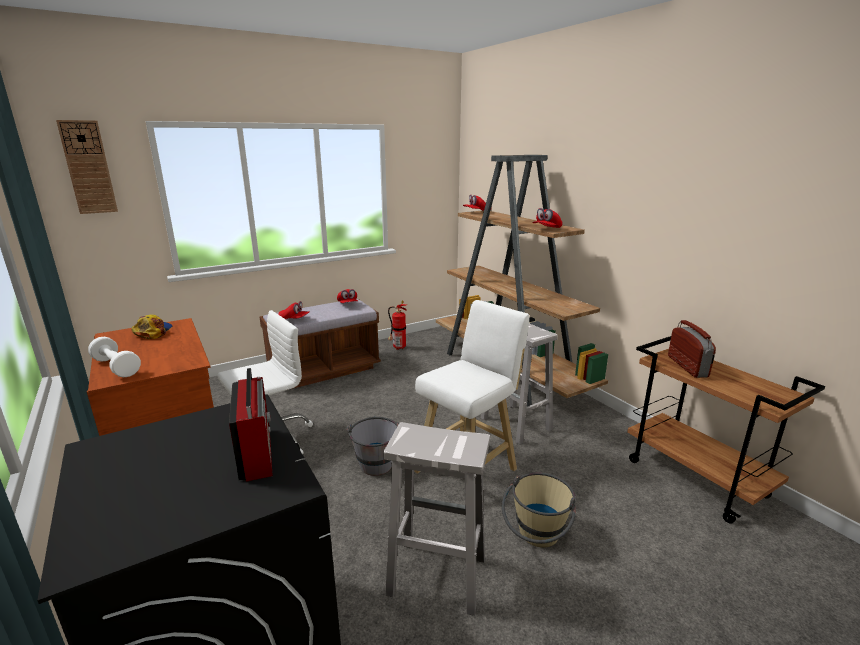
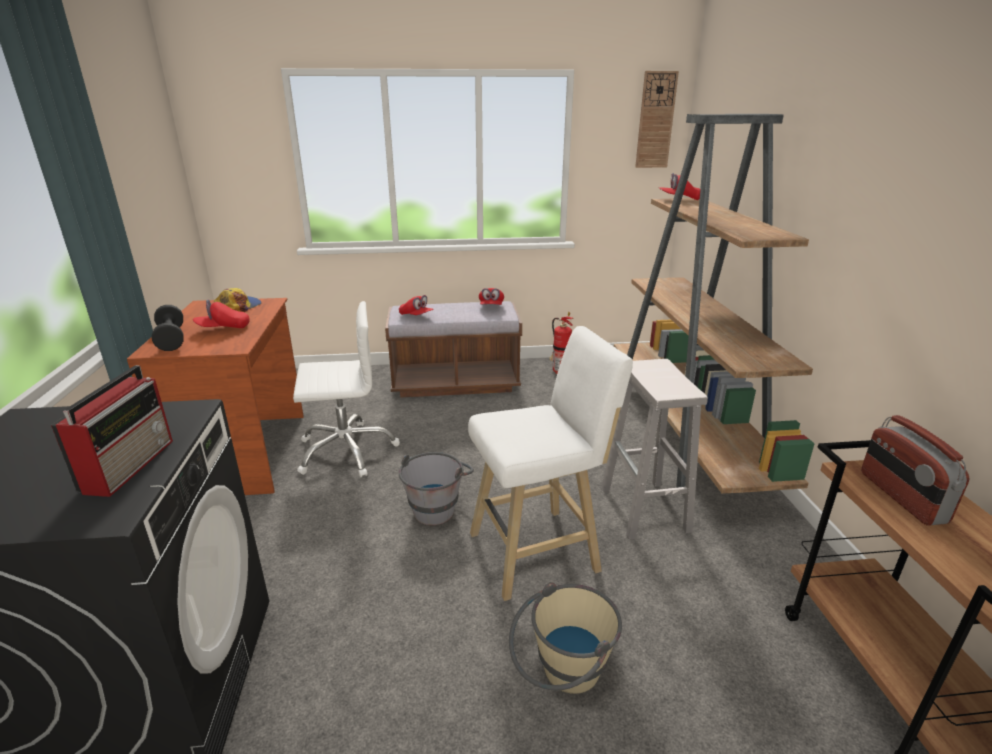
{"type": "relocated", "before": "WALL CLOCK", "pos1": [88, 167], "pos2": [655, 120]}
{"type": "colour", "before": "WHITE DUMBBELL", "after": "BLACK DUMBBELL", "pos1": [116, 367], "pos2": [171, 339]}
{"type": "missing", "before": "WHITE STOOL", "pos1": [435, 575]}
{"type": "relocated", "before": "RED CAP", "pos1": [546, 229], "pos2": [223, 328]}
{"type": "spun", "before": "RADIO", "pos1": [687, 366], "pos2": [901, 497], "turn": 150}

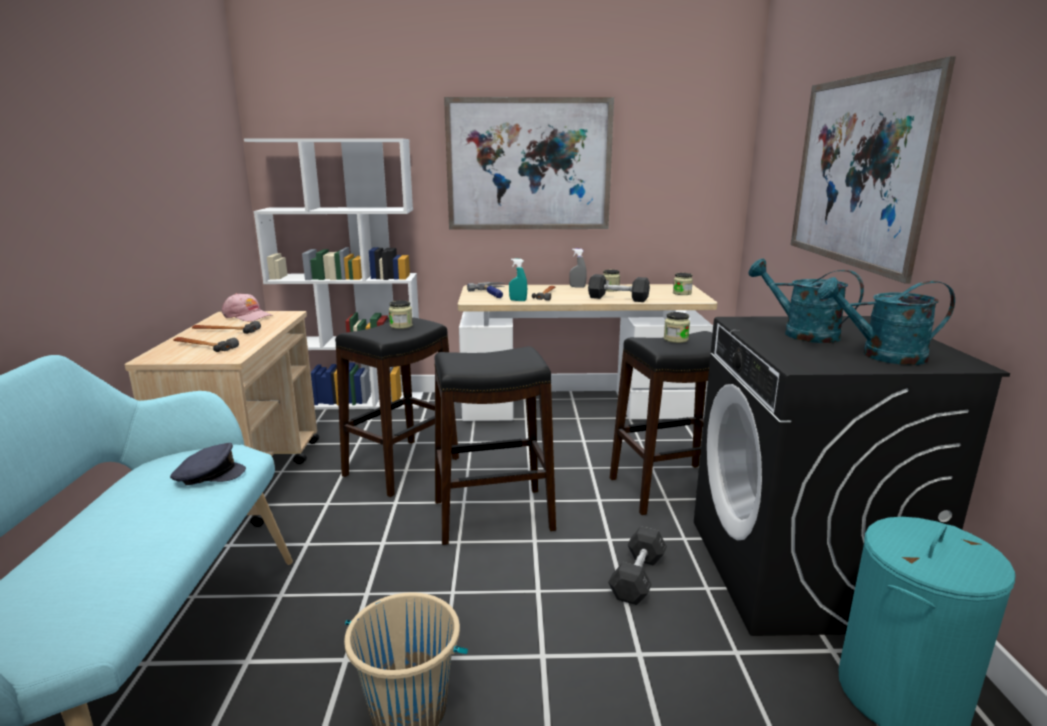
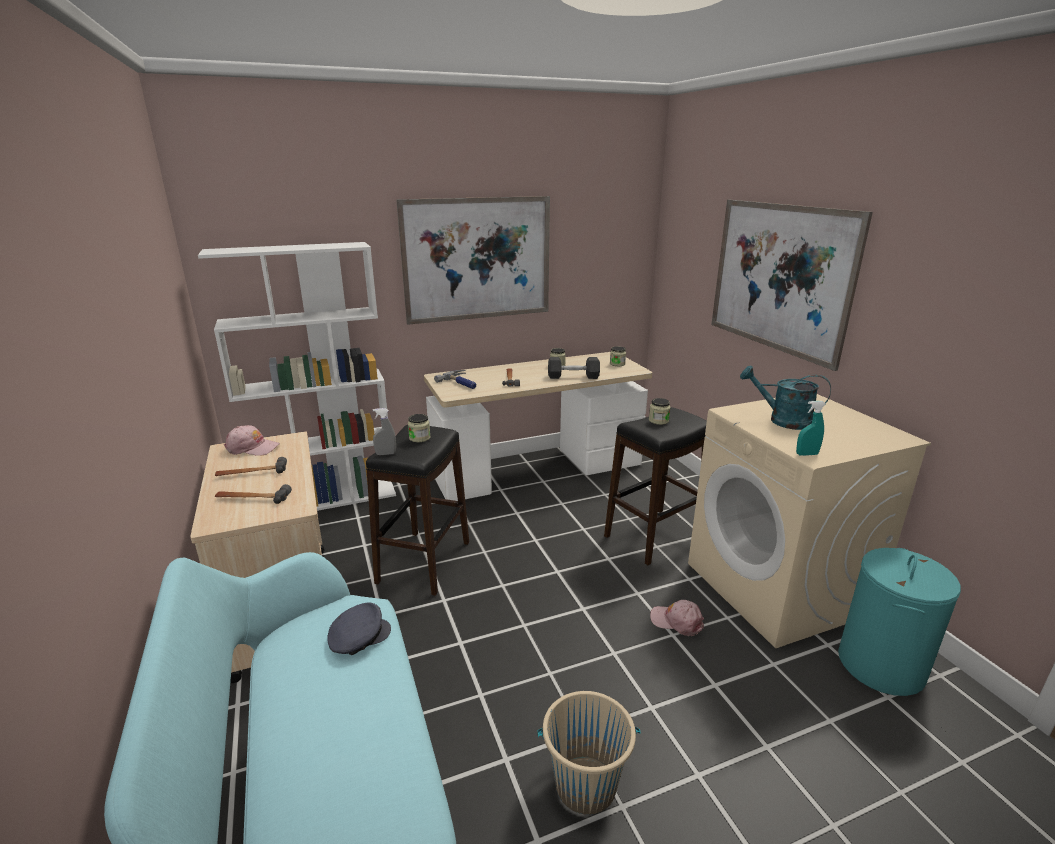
{"type": "missing", "before": "BLACK STOOL", "pos1": [493, 515]}
{"type": "relocated", "before": "TURQUOISE SPRAY BOTTLE", "pos1": [518, 300], "pos2": [806, 454]}
{"type": "relocated", "before": "GREY SPRAY BOTTLE", "pos1": [577, 287], "pos2": [386, 454]}
{"type": "exchanged", "before": "GREY DUMBBELL", "after": "PINK CAP", "pos1": [637, 577], "pos2": [677, 621]}
{"type": "colour", "before": "BLACK WASHING MACHINE", "after": "BEIGE WASHING MACHINE", "pos1": [800, 572], "pos2": [778, 588]}
{"type": "missing", "before": "TURQUOISE WATERING CAN", "pos1": [881, 355]}

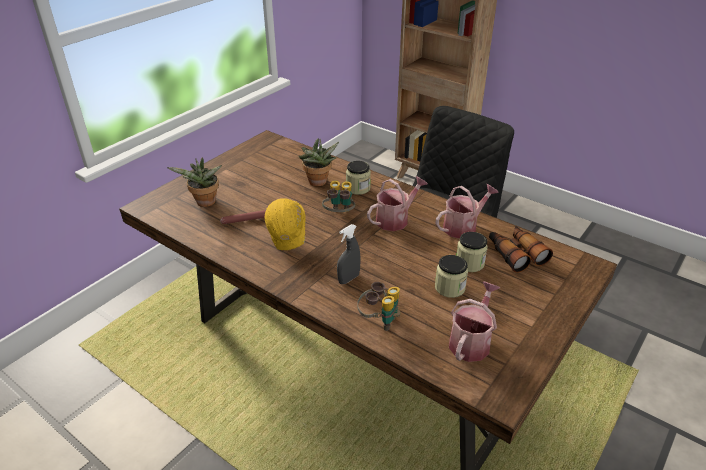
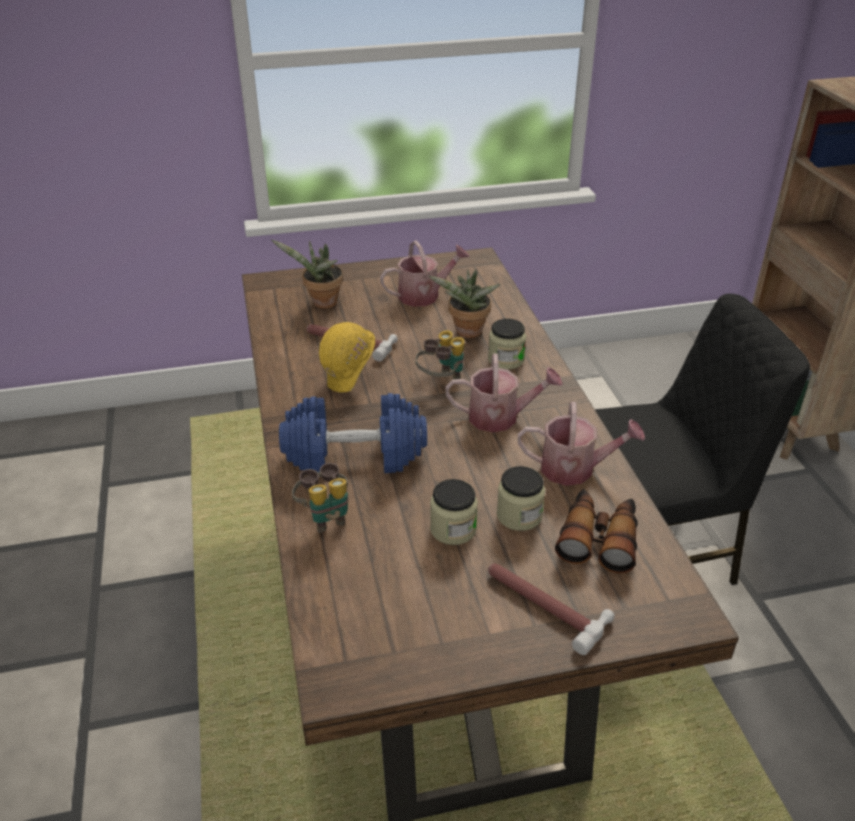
{"type": "exchanged", "before": "GREY SPRAY BOTTLE", "after": "BLUE DUMBBELL", "pos1": [348, 279], "pos2": [355, 455]}
{"type": "relocated", "before": "WATERING CAN", "pos1": [471, 341], "pos2": [424, 295]}
{"type": "appeared", "after": "HAMMER", "pos2": [543, 604]}

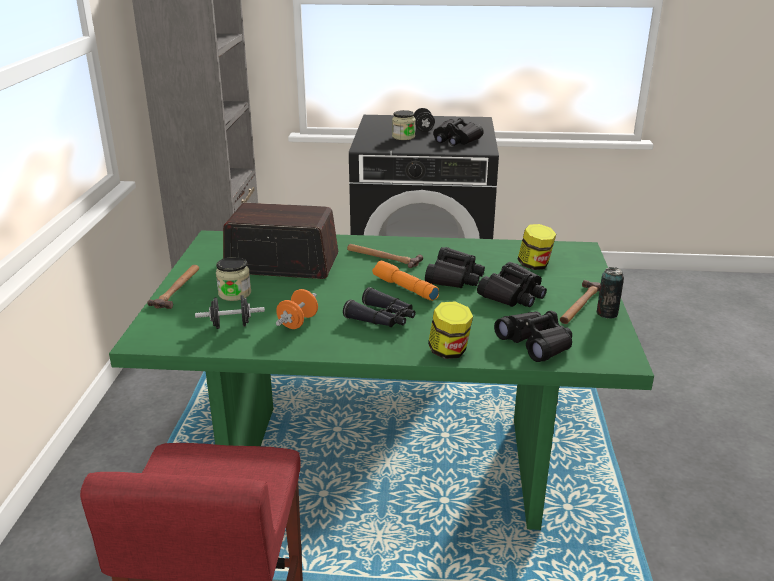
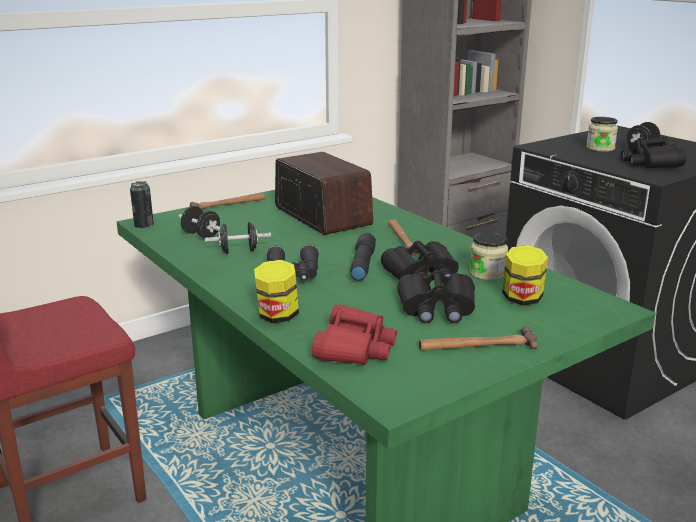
{"type": "relocated", "before": "JAR", "pos1": [235, 293], "pos2": [487, 273]}
{"type": "colour", "before": "ORANGE DUMBBELL", "after": "BLACK DUMBBELL", "pos1": [298, 322], "pos2": [239, 251]}
{"type": "colour", "before": "ORANGE FLASHLIGHT", "after": "BLACK FLASHLIGHT", "pos1": [404, 288], "pos2": [362, 264]}
{"type": "colour", "before": "BLACK BINOCULARS", "after": "RED BINOCULARS", "pos1": [536, 343], "pos2": [355, 348]}
{"type": "relocated", "before": "CAN", "pos1": [607, 313], "pos2": [144, 225]}

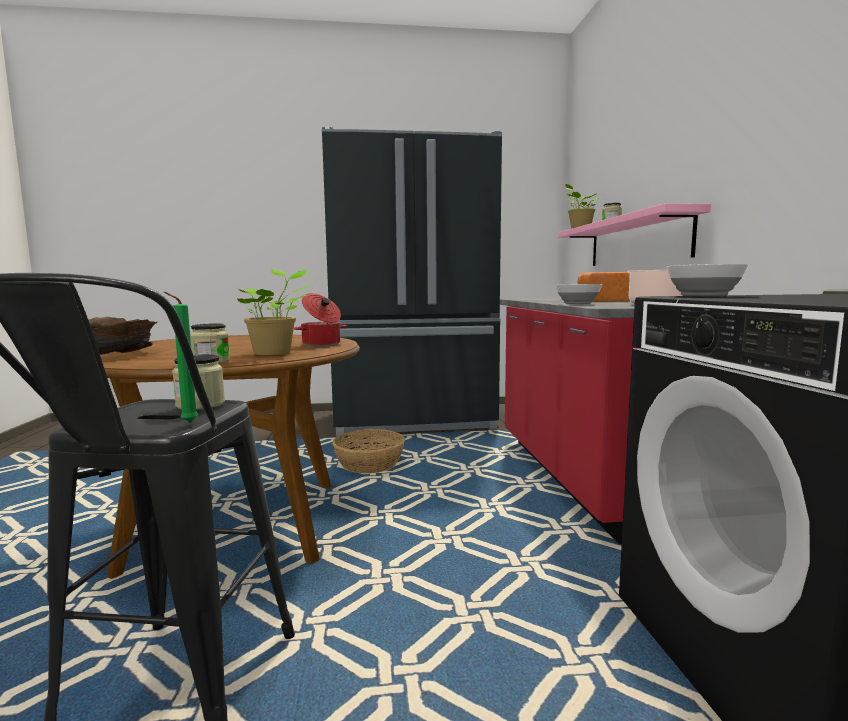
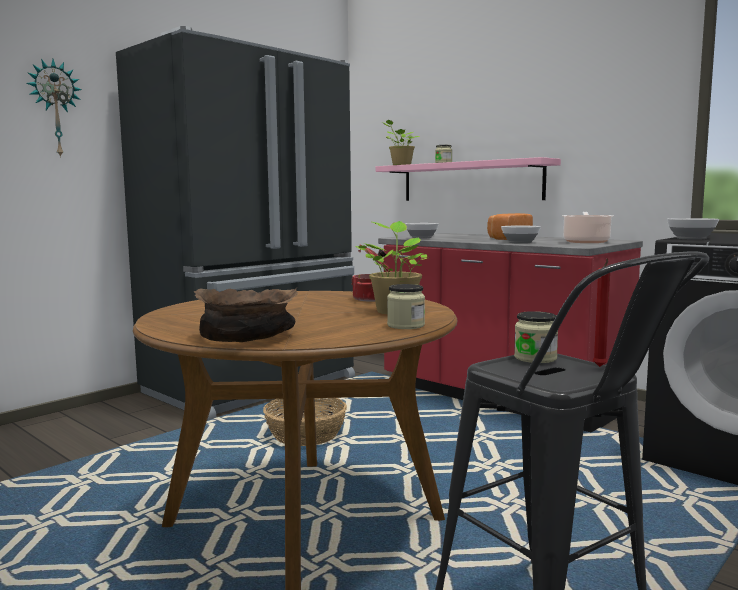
{"type": "colour", "before": "GREEN CANDLE", "after": "RED CANDLE", "pos1": [187, 423], "pos2": [599, 367]}
{"type": "appeared", "after": "WALL CLOCK", "pos2": [55, 109]}
{"type": "appeared", "after": "BOWL", "pos2": [421, 237]}

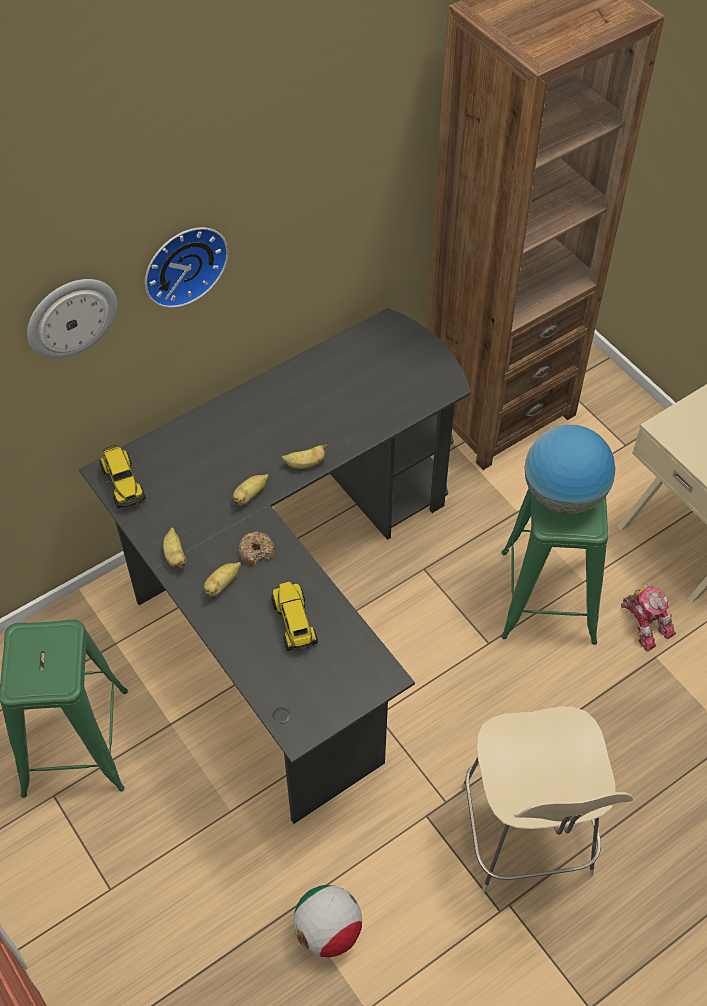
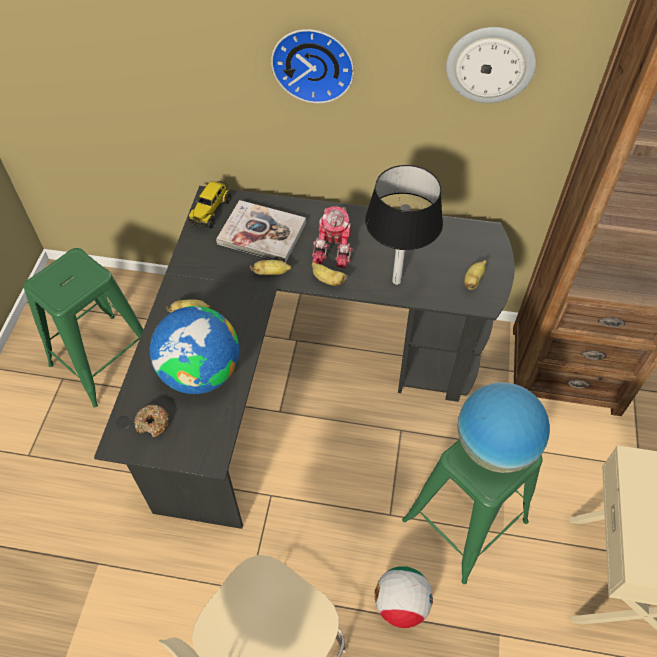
{"type": "relocated", "before": "WALL CLOCK", "pos1": [71, 317], "pos2": [490, 64]}
{"type": "relocated", "before": "BANANA", "pos1": [175, 555], "pos2": [473, 280]}
{"type": "relocated", "before": "DONUT", "pos1": [256, 551], "pos2": [153, 423]}
{"type": "exchanged", "before": "TOY TRUCK", "after": "GLOBE", "pos1": [294, 623], "pos2": [200, 373]}
{"type": "relocated", "before": "FOOTBALL", "pos1": [328, 931], "pos2": [401, 604]}
{"type": "relocated", "before": "TOY ROBOT", "pos1": [645, 622], "pos2": [336, 247]}
{"type": "appeared", "after": "BOOK", "pos2": [262, 233]}
{"type": "appeared", "after": "BLACK TABLE LAMP", "pos2": [396, 281]}

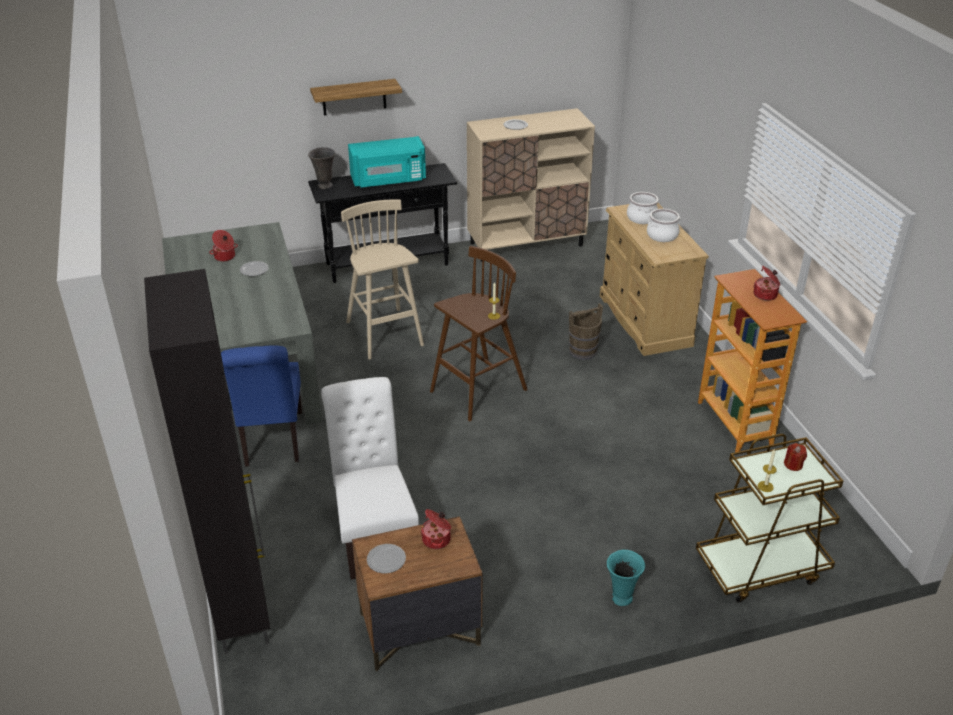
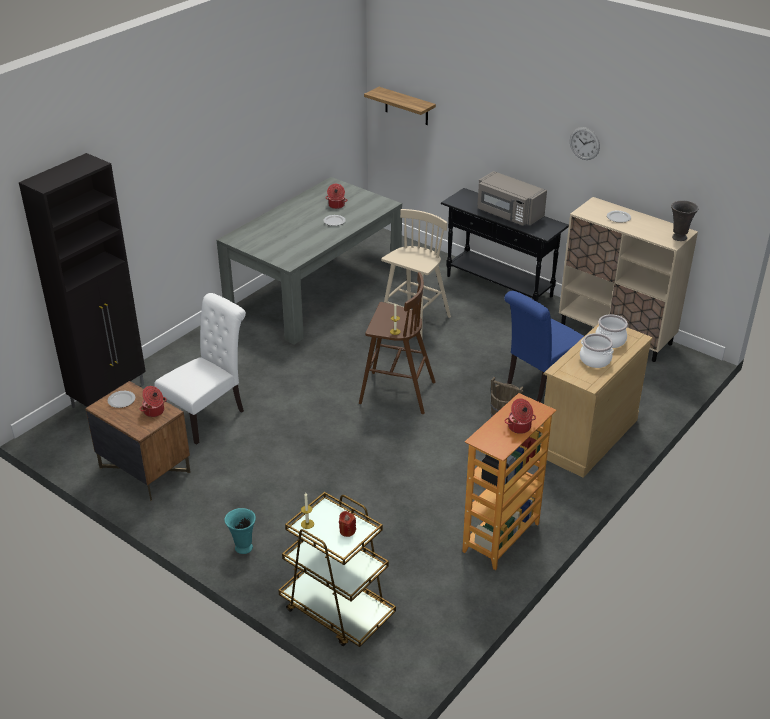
{"type": "relocated", "before": "BLUE CHAIR", "pos1": [272, 442], "pos2": [539, 384]}
{"type": "relocated", "before": "GREY VASE", "pos1": [324, 186], "pos2": [678, 238]}
{"type": "relocated", "before": "SHELF", "pos1": [354, 97], "pos2": [406, 106]}
{"type": "colour", "before": "TURQUOISE MICROWAVE", "after": "GREY MICROWAVE", "pos1": [388, 180], "pos2": [508, 214]}
{"type": "appeared", "after": "WALL CLOCK", "pos2": [584, 143]}

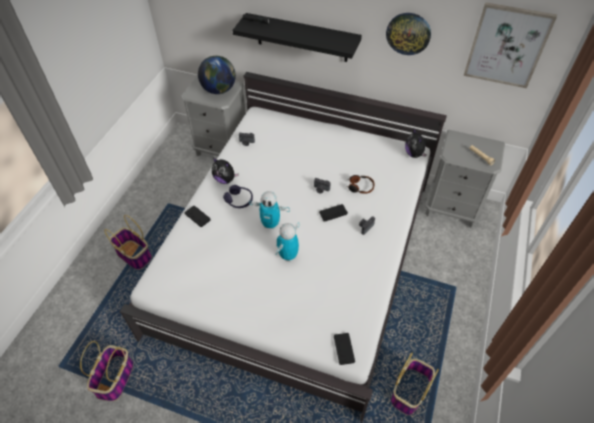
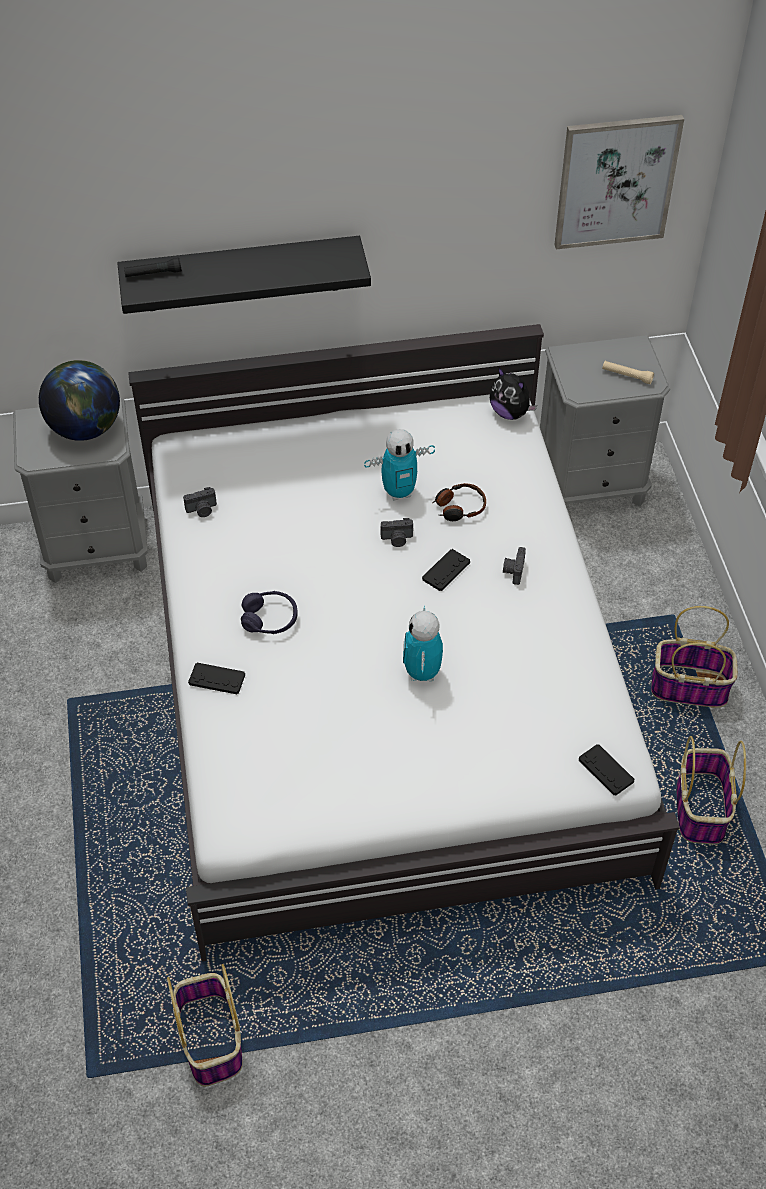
{"type": "relocated", "before": "BASKET", "pos1": [134, 255], "pos2": [690, 687]}
{"type": "missing", "before": "PLUSH TOY", "pos1": [225, 179]}
{"type": "relocated", "before": "TOY ROBOT", "pos1": [270, 224], "pos2": [399, 492]}
{"type": "missing", "before": "WALL CLOCK", "pos1": [408, 33]}

